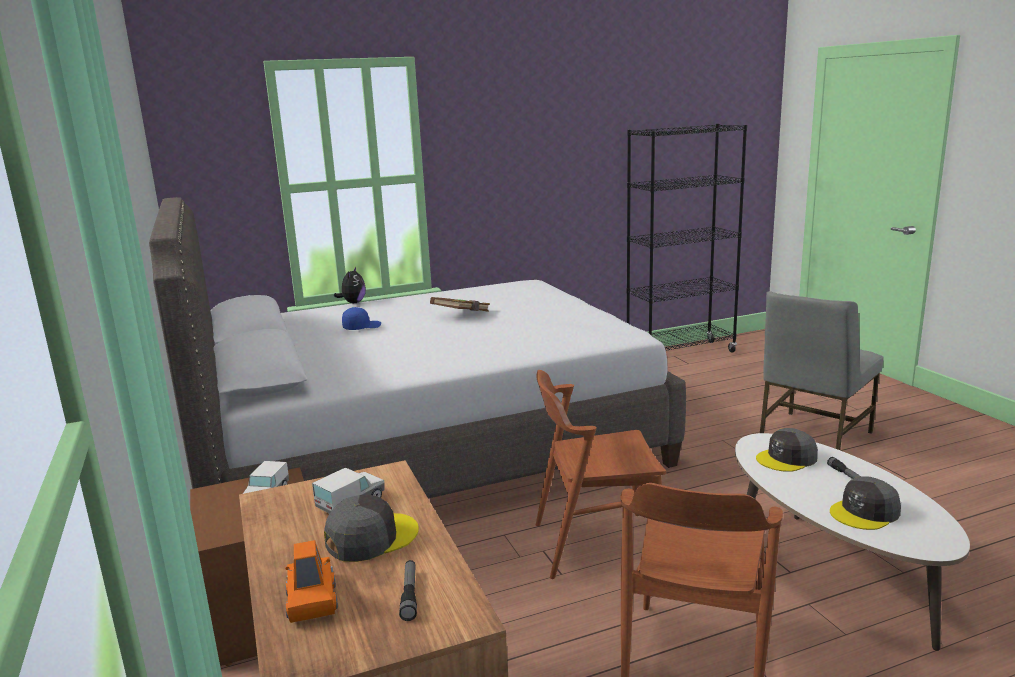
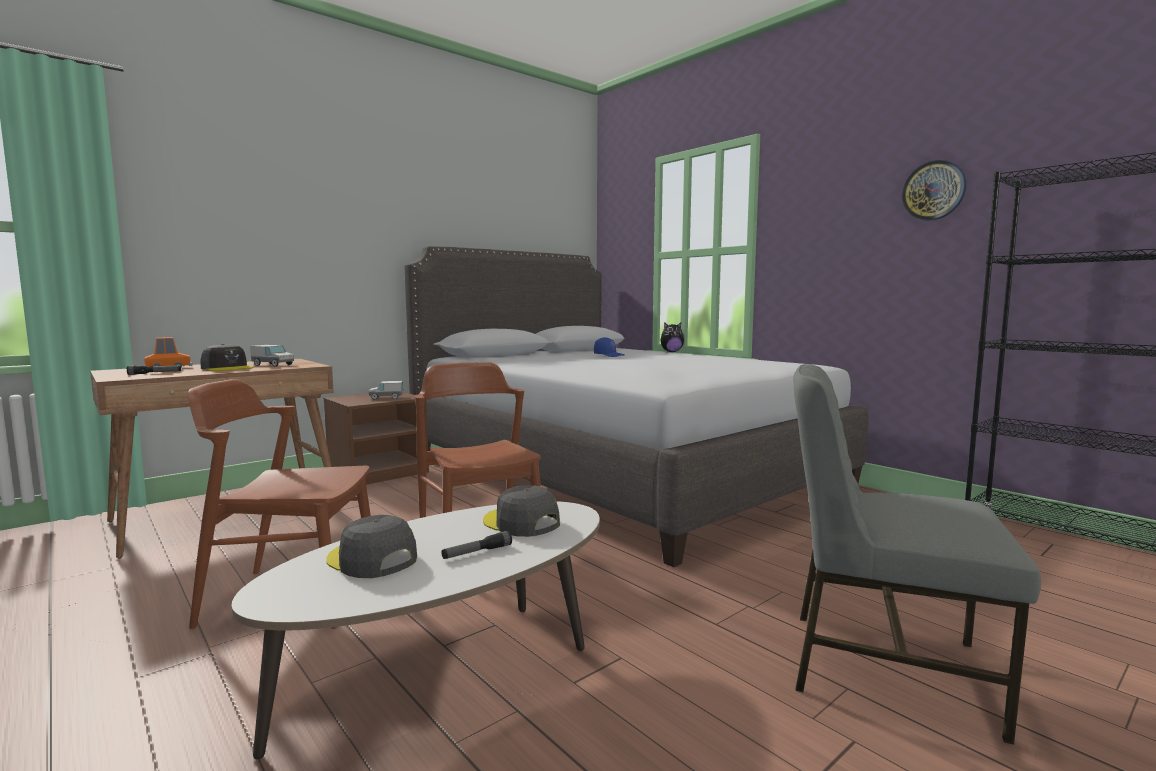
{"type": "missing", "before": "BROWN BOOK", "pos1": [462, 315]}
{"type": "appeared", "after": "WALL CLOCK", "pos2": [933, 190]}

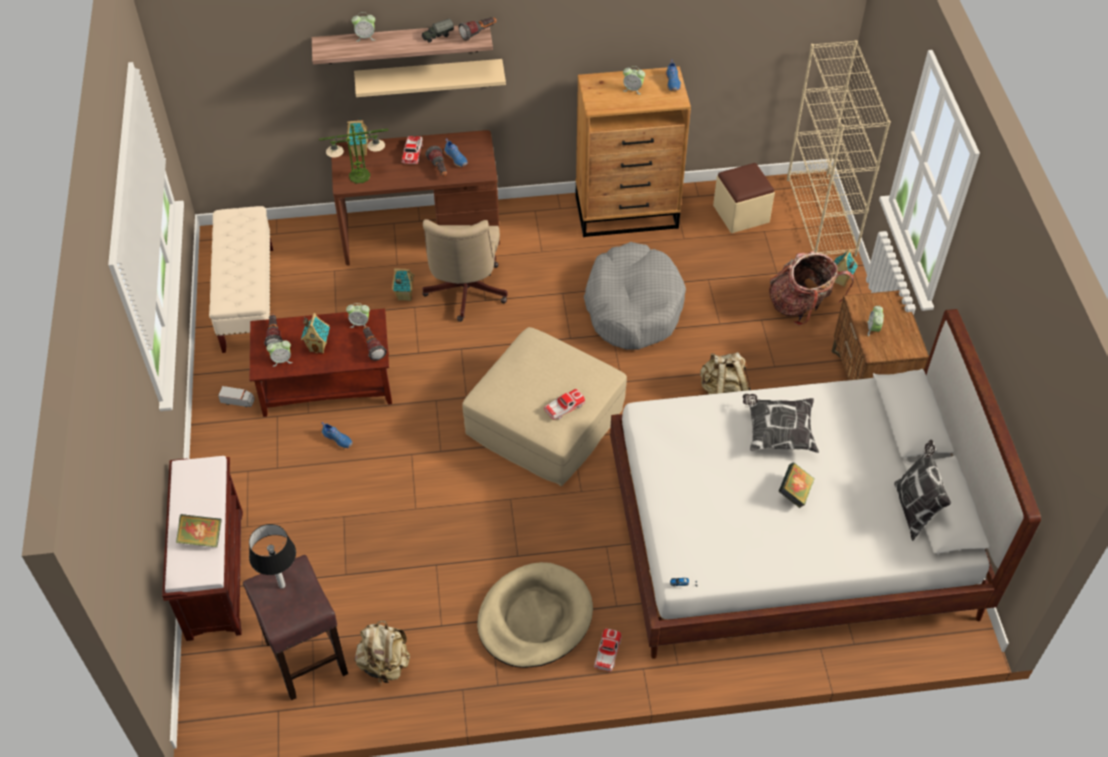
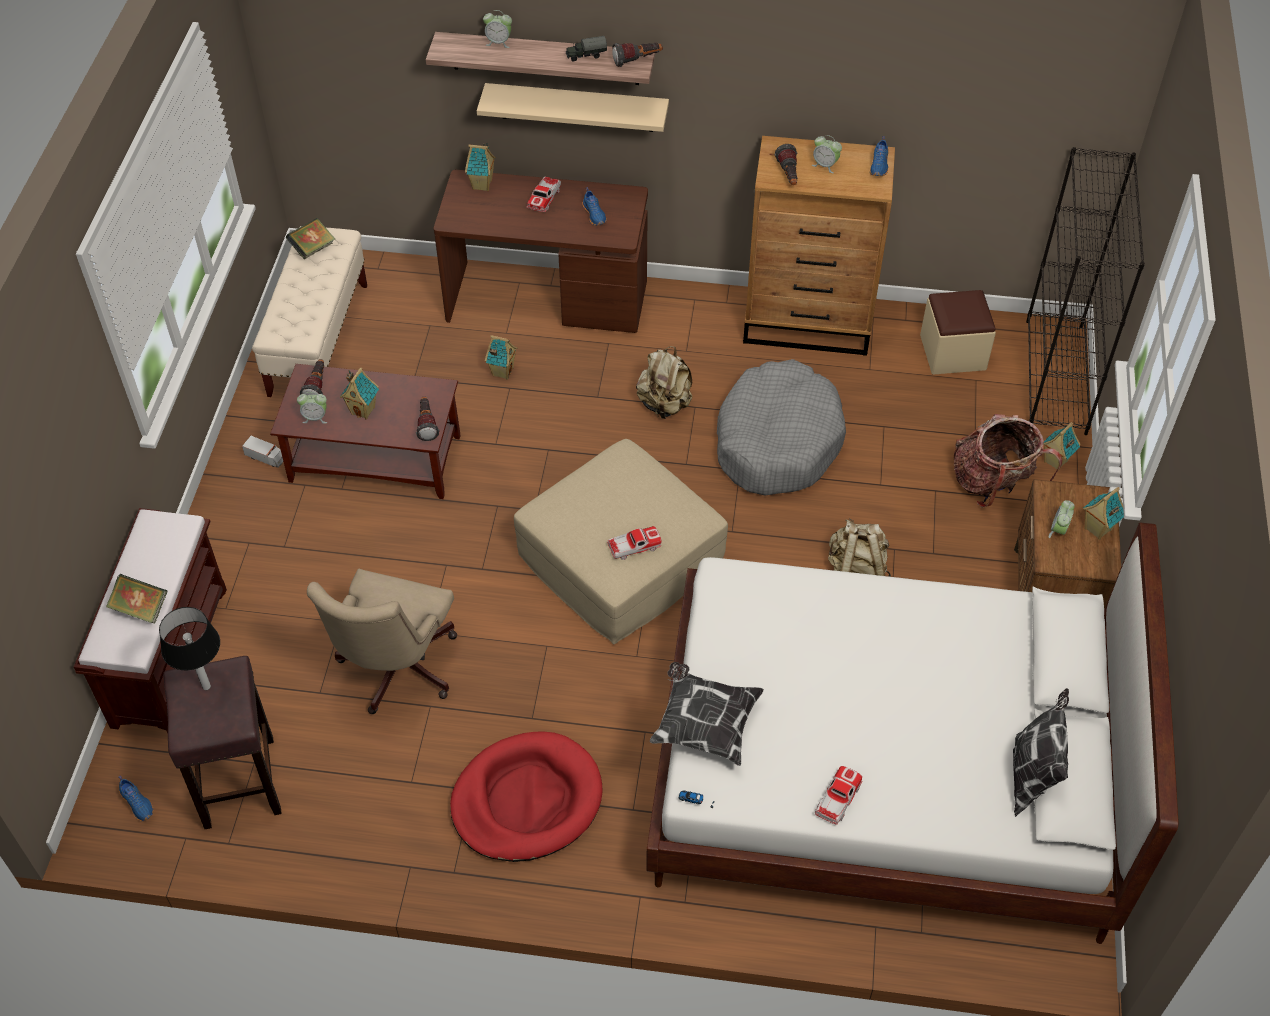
{"type": "missing", "before": "TABLE LAMP", "pos1": [360, 176]}
{"type": "relocated", "before": "BLUE SHOE", "pos1": [338, 439], "pos2": [138, 803]}
{"type": "missing", "before": "ALARM CLOCK", "pos1": [360, 323]}
{"type": "relocated", "before": "BEIGE BACKPACK", "pos1": [385, 664], "pos2": [665, 404]}
{"type": "relocated", "before": "BEIGE OFFICE CHAIR", "pos1": [464, 294], "pos2": [395, 671]}
{"type": "relocated", "before": "FLASHLIGHT", "pos1": [439, 169], "pos2": [788, 176]}
{"type": "colour", "before": "BEIGE DOG BED", "after": "RED DOG BED", "pos1": [534, 618], "pos2": [526, 800]}
{"type": "relocated", "before": "TOY CAR", "pos1": [607, 653], "pos2": [837, 799]}
{"type": "relocated", "before": "PILLOW", "pos1": [778, 432], "pos2": [704, 724]}
{"type": "relocated", "before": "BOOK", "pos1": [794, 492], "pos2": [312, 248]}
{"type": "colour", "before": "BEIGE BOOKCASE", "after": "BLACK BOOKCASE", "pos1": [821, 217], "pos2": [1056, 377]}
{"type": "appeared", "after": "TOY HOUSE", "pos2": [1097, 529]}

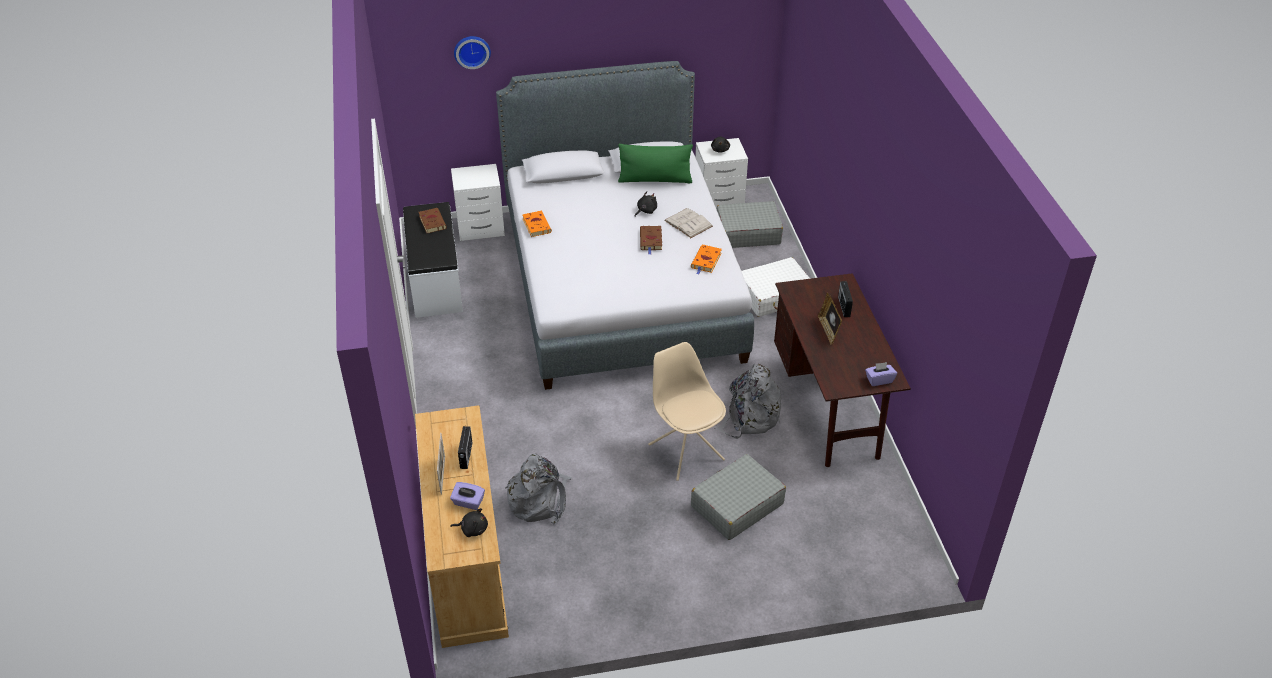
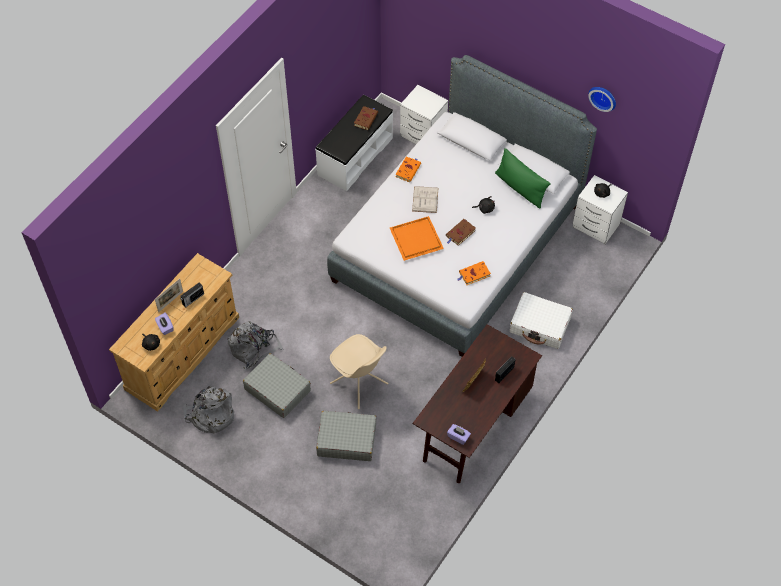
{"type": "relocated", "before": "WALL CLOCK", "pos1": [472, 51], "pos2": [603, 97]}
{"type": "spun", "before": "BEIGE CHAIR", "pos1": [685, 451], "pos2": [359, 384], "turn": 120}
{"type": "relocated", "before": "WHITE BOOK", "pos1": [688, 223], "pos2": [425, 199]}
{"type": "relocated", "before": "GREY BACKPACK", "pos1": [749, 417], "pos2": [211, 415]}
{"type": "relocated", "before": "GREY SUITCASE", "pos1": [747, 233], "pos2": [277, 389]}
{"type": "appeared", "after": "ORANGE TRAY", "pos2": [416, 238]}

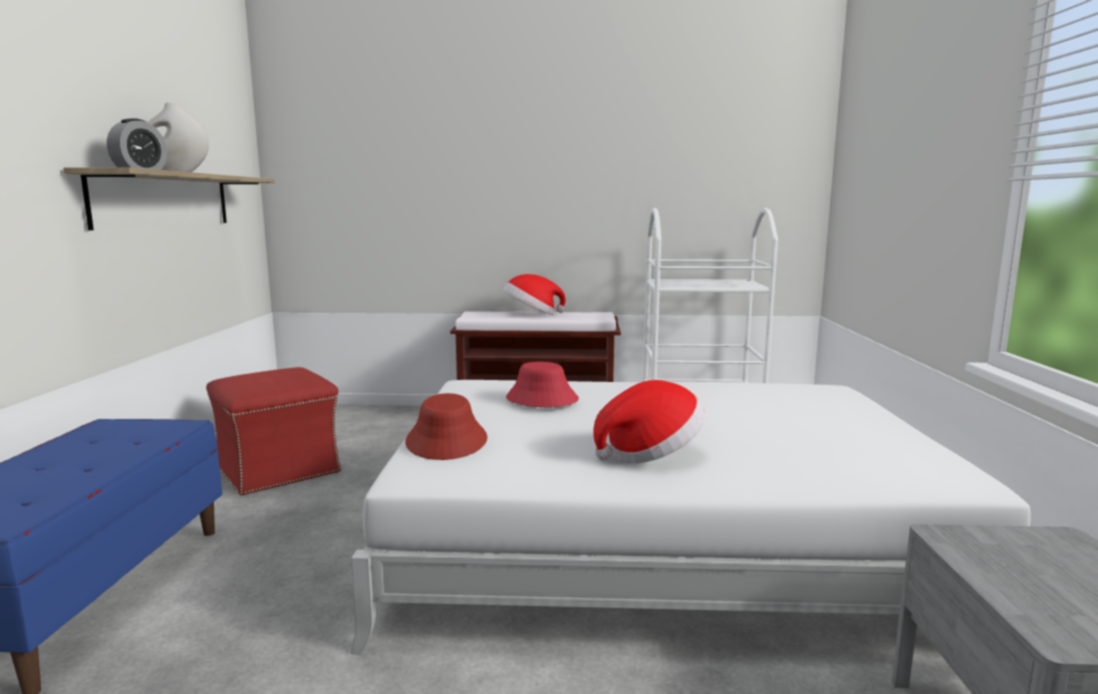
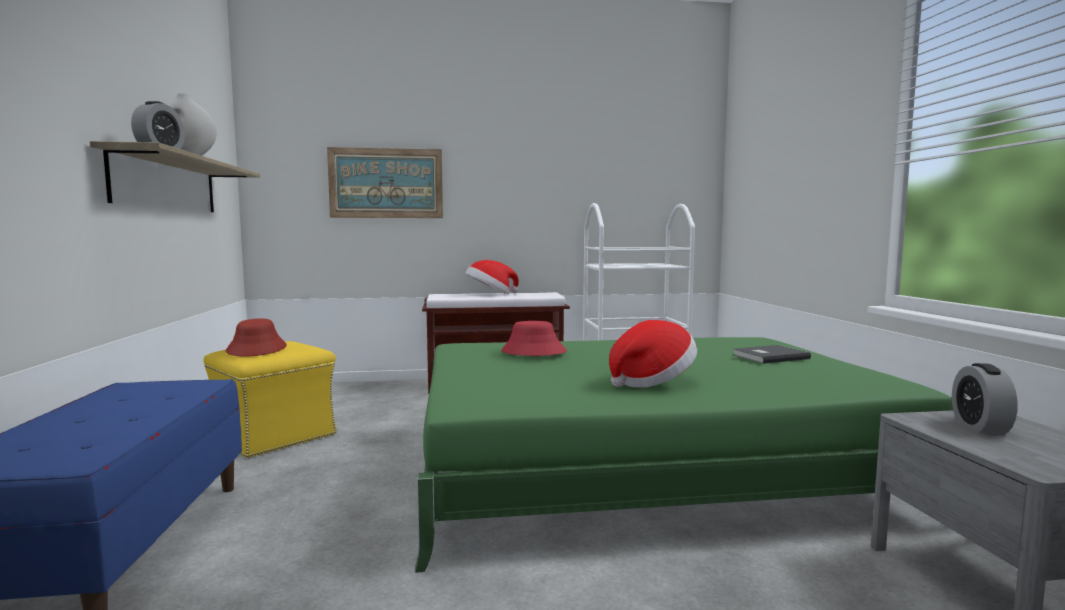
{"type": "colour", "before": "RED OTTOMAN", "after": "YELLOW OTTOMAN", "pos1": [279, 469], "pos2": [275, 435]}
{"type": "colour", "before": "WHITE BED", "after": "GREEN BED", "pos1": [658, 541], "pos2": [642, 466]}
{"type": "relocated", "before": "RED HAT", "pos1": [447, 441], "pos2": [257, 349]}
{"type": "appeared", "after": "PICTURE", "pos2": [386, 183]}
{"type": "appeared", "after": "GREY BOOK", "pos2": [768, 356]}
{"type": "appeared", "after": "ALARM CLOCK", "pos2": [980, 426]}

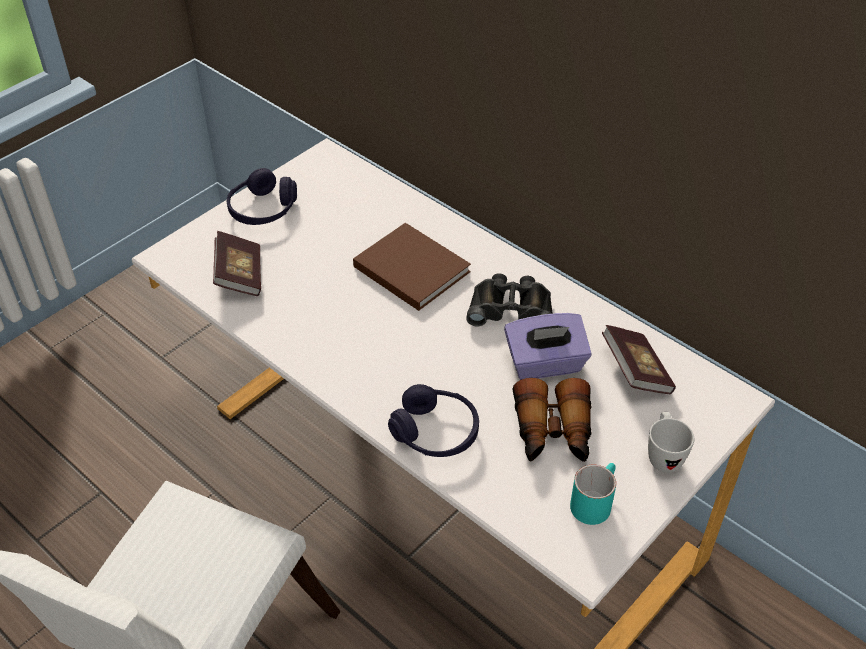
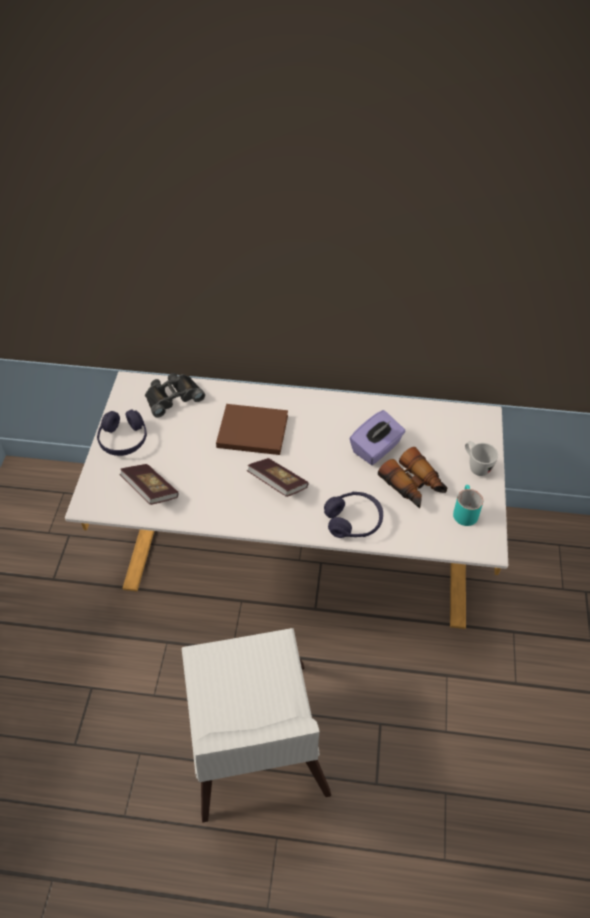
{"type": "relocated", "before": "BLACK BINOCULARS", "pos1": [511, 308], "pos2": [172, 397]}
{"type": "relocated", "before": "BOOK", "pos1": [635, 371], "pos2": [277, 484]}

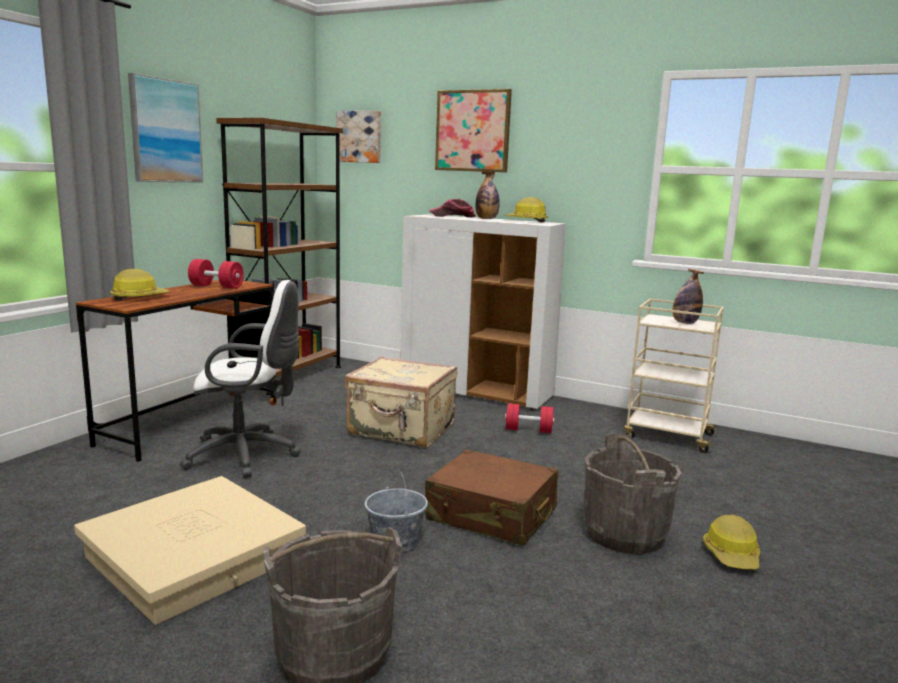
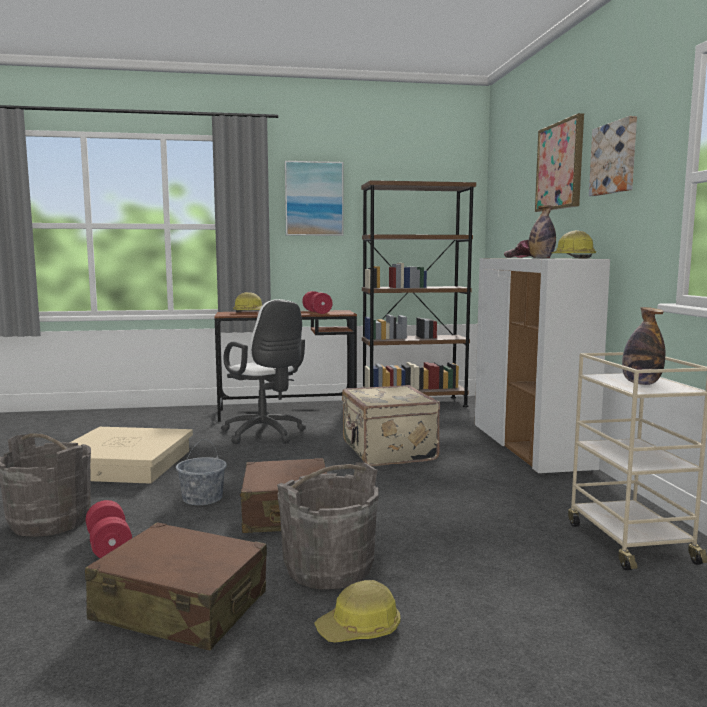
{"type": "relocated", "before": "PICTURE", "pos1": [360, 137], "pos2": [615, 158]}
{"type": "relocated", "before": "RED DUMBBELL", "pos1": [528, 430], "pos2": [109, 546]}
{"type": "appeared", "after": "BROWN SUITCASE", "pos2": [181, 607]}

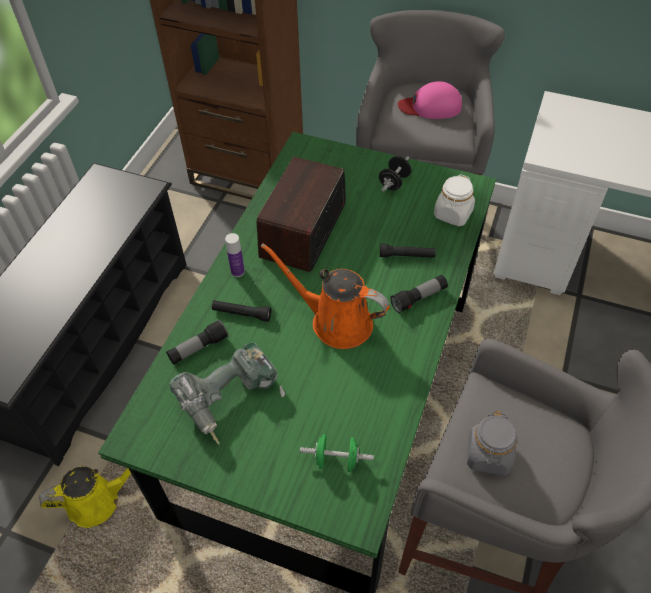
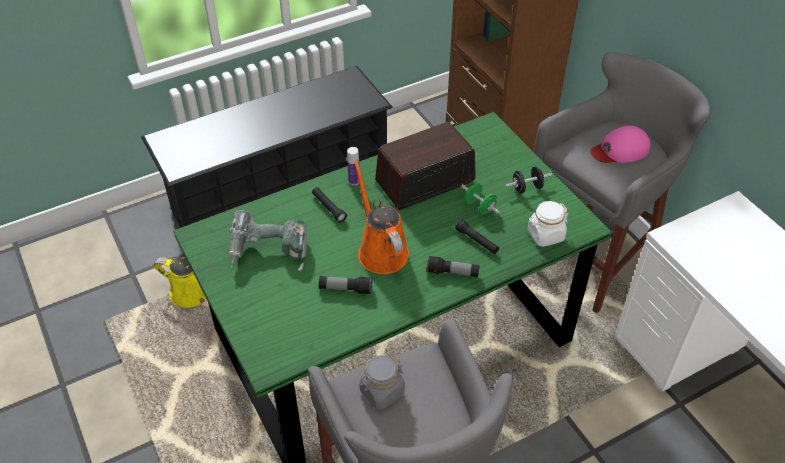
{"type": "relocated", "before": "FLASHLIGHT", "pos1": [198, 348], "pos2": [345, 289]}
{"type": "relocated", "before": "GREEN DUMBBELL", "pos1": [336, 460], "pos2": [479, 207]}
{"type": "spun", "before": "PINK CAP", "pos1": [430, 106], "pos2": [620, 150], "turn": -60}

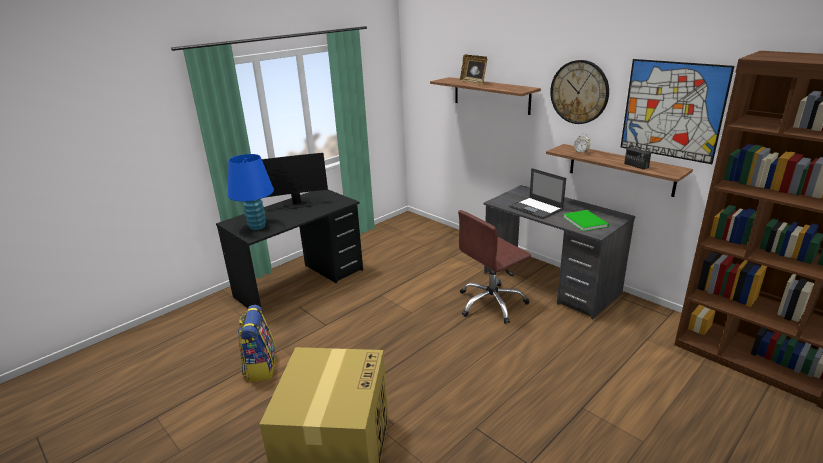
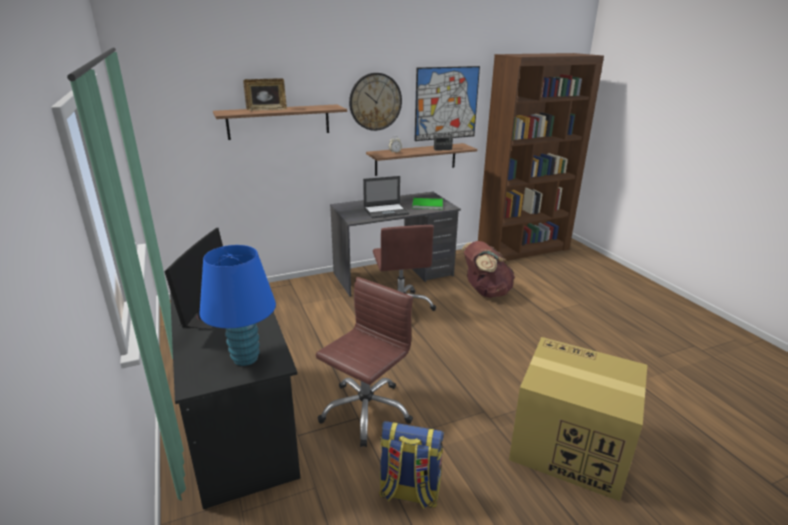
{"type": "appeared", "after": "BROWN OFFICE CHAIR", "pos2": [365, 411]}
{"type": "appeared", "after": "BROWN BACKPACK", "pos2": [485, 292]}

